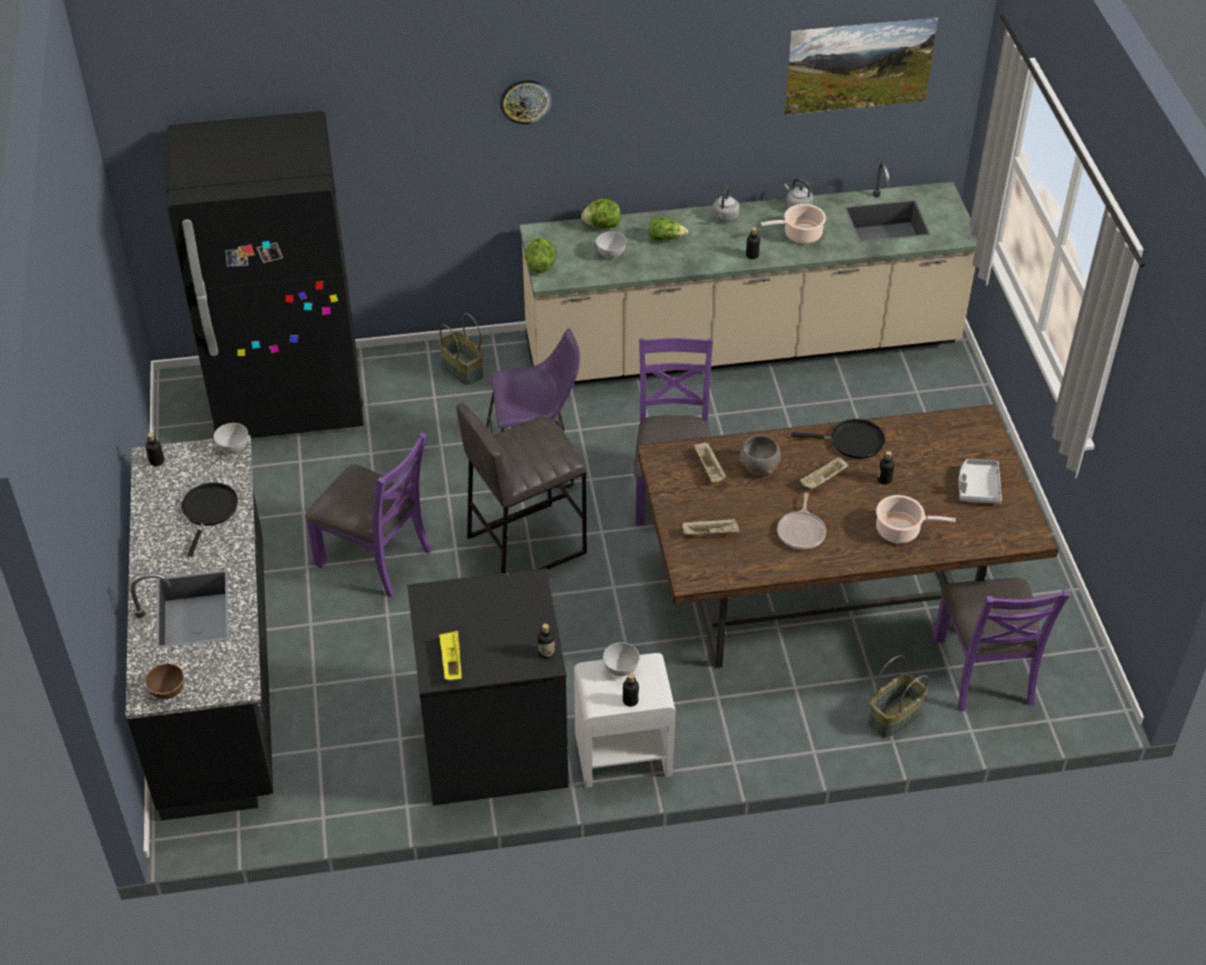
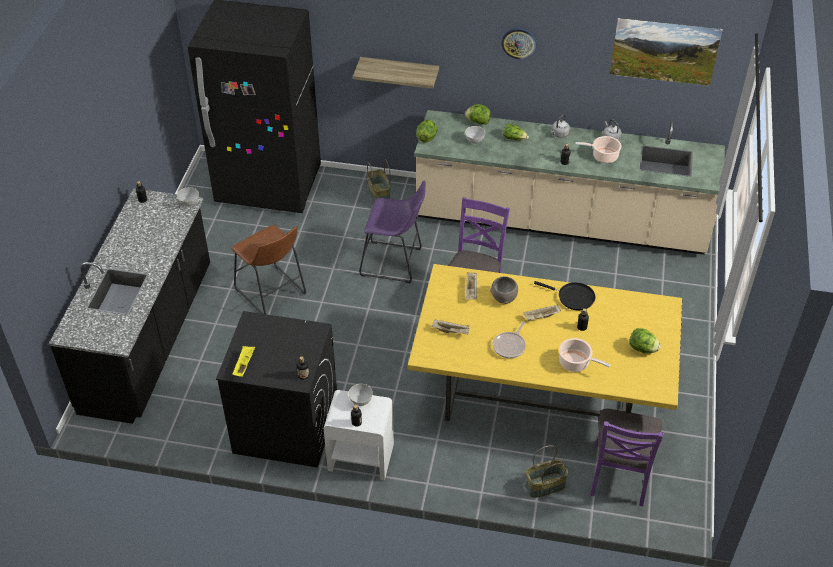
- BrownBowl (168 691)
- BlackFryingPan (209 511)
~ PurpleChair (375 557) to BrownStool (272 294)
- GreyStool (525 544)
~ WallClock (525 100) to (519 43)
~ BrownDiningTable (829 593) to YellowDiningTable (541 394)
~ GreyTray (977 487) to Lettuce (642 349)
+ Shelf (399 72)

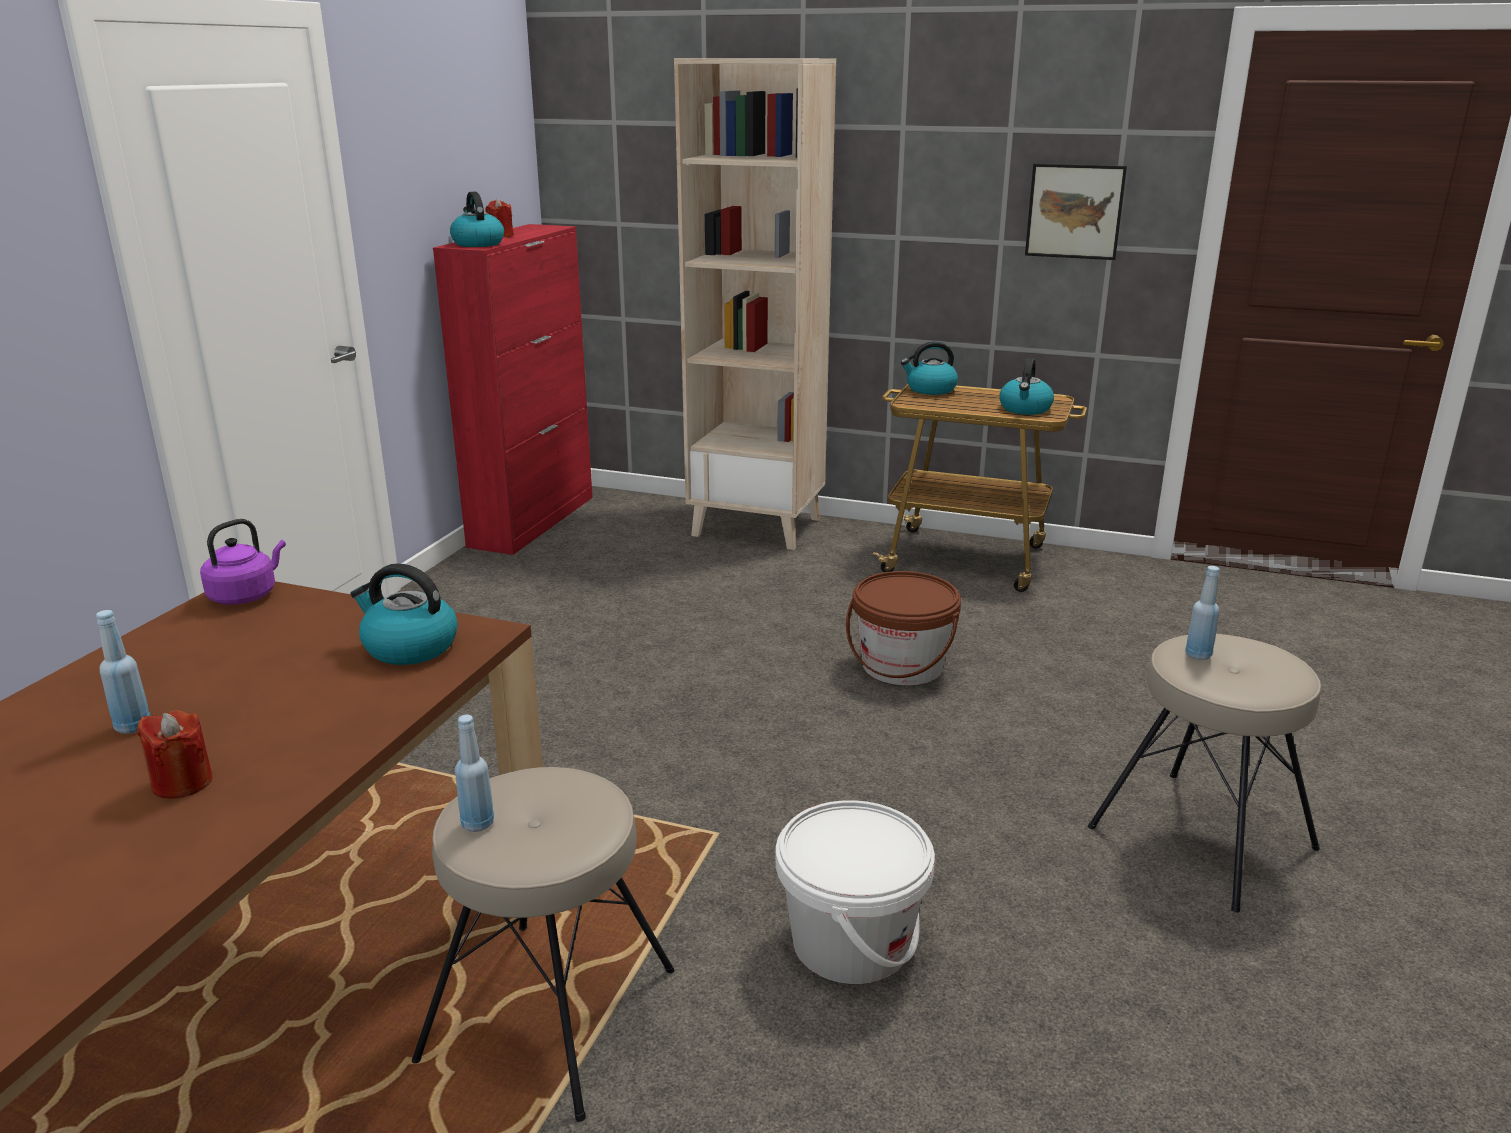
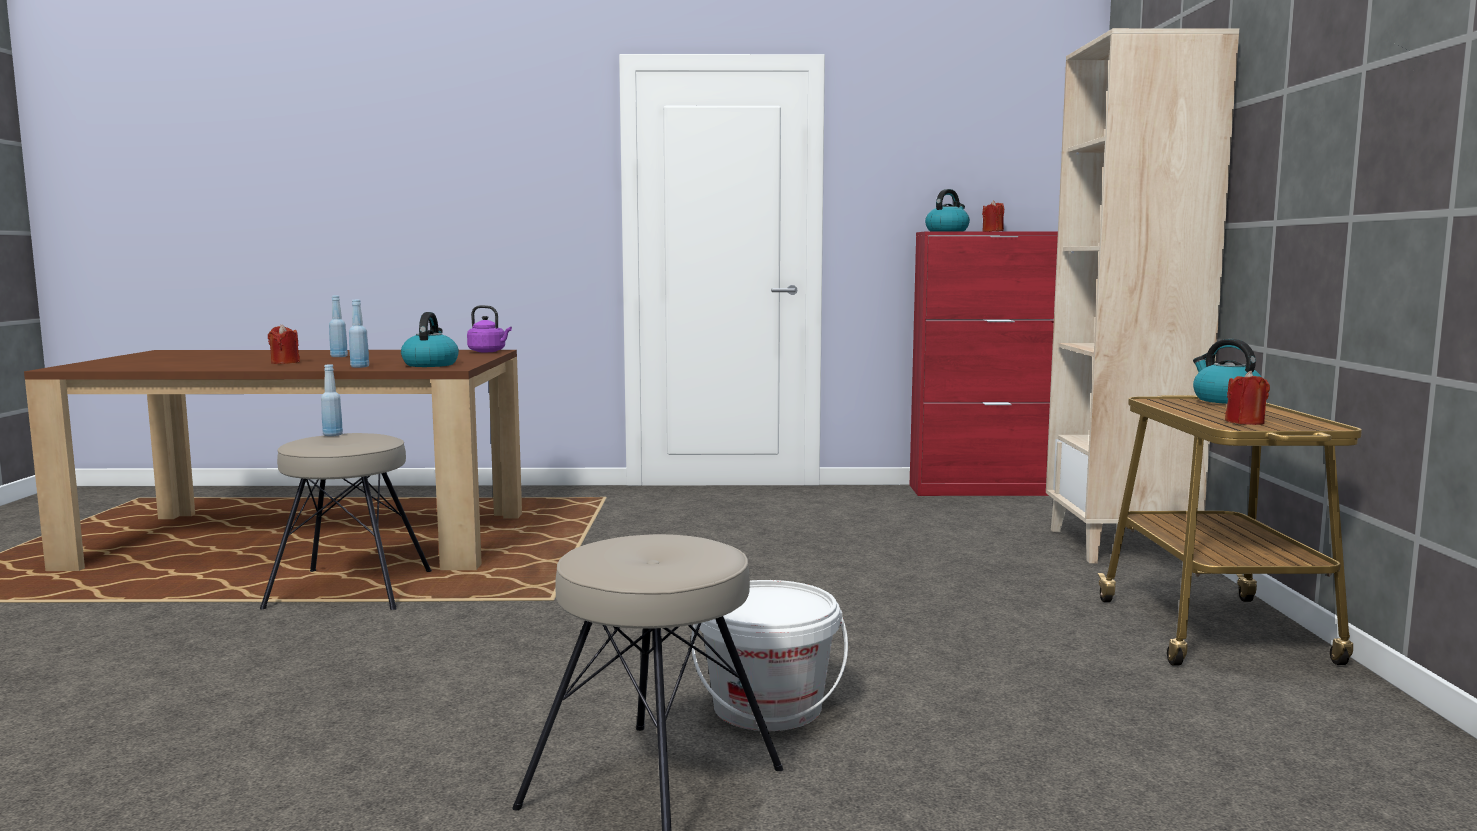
~ WhiteBucket (851 942) to (767 707)
- BrownBucket (902 666)
~ Kettle (1025 409) to RedCandle (1244 422)
- Picture (1074 211)
~ BlueBottle (1197 655) to (359 367)

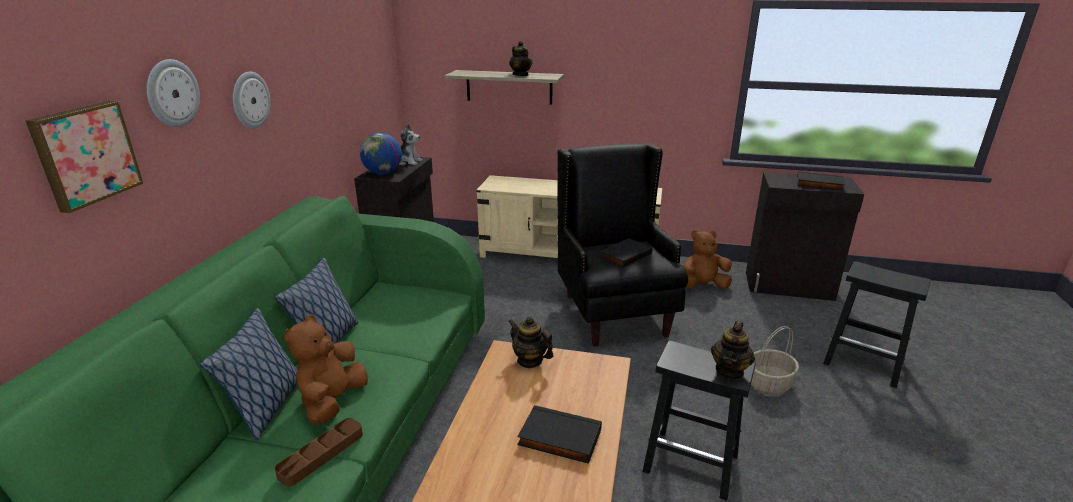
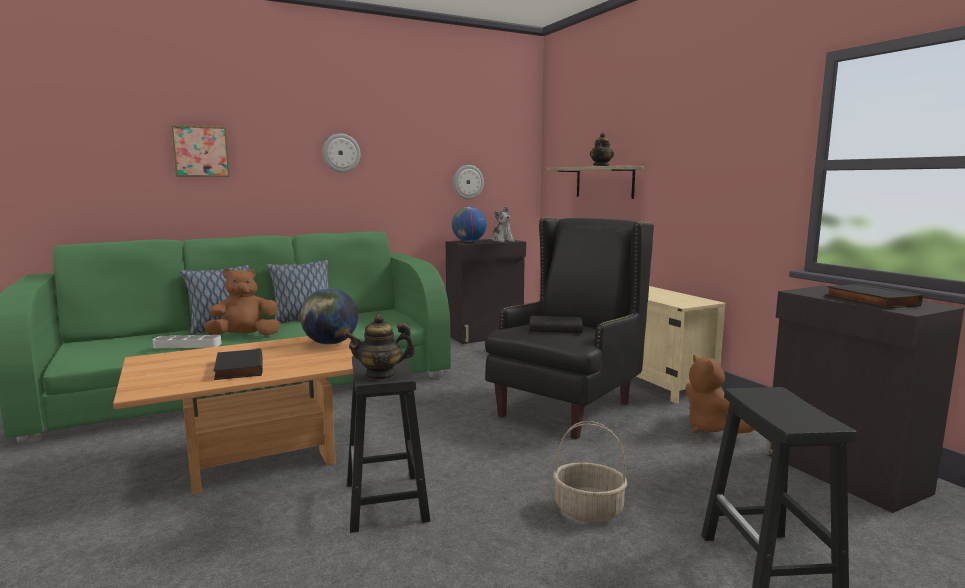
~ WallClock (172 93) to (468 182)
~ BrownTray (321 454) to GreyTray (187 345)
~ Teapot (530 360) to Globe (330 343)
~ BrownPlushToy (702 286) = (712 429) 150 degrees counterclockwise

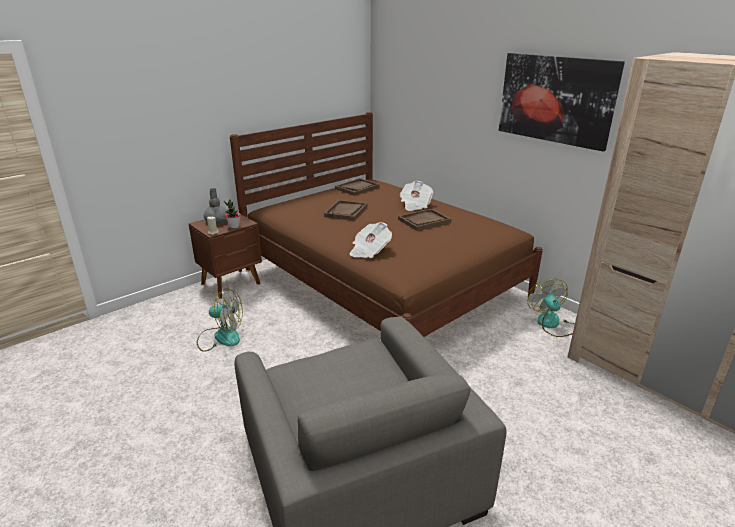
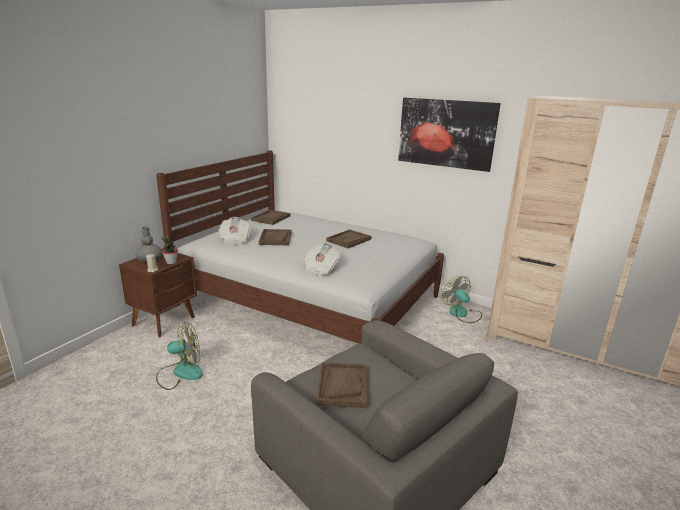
~ BrownBed (382 283) to WhiteBed (310 300)
~ Newspaper (415 205) to (234 240)
+ BrownTray (342 386)

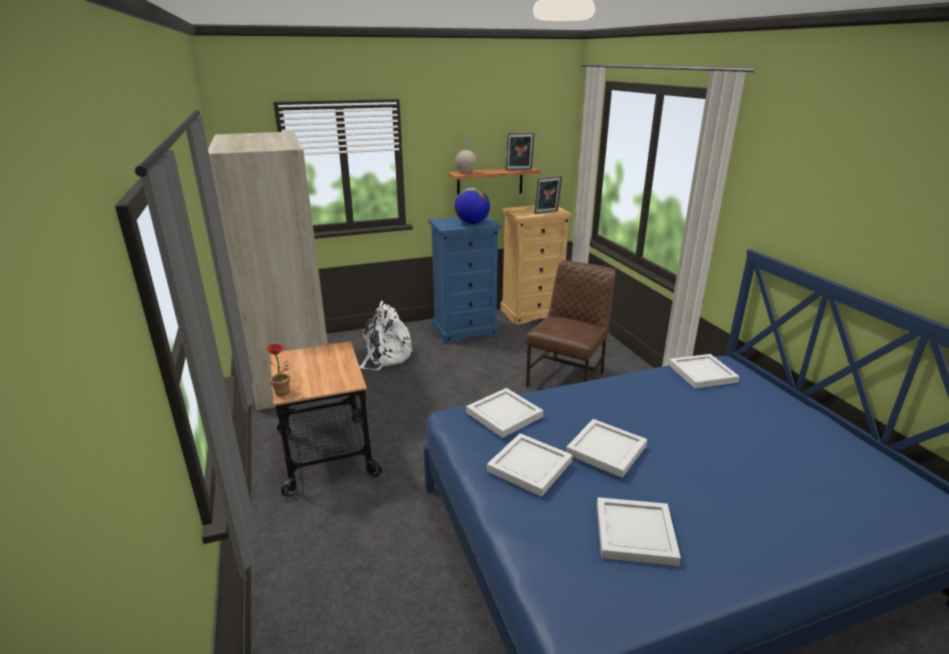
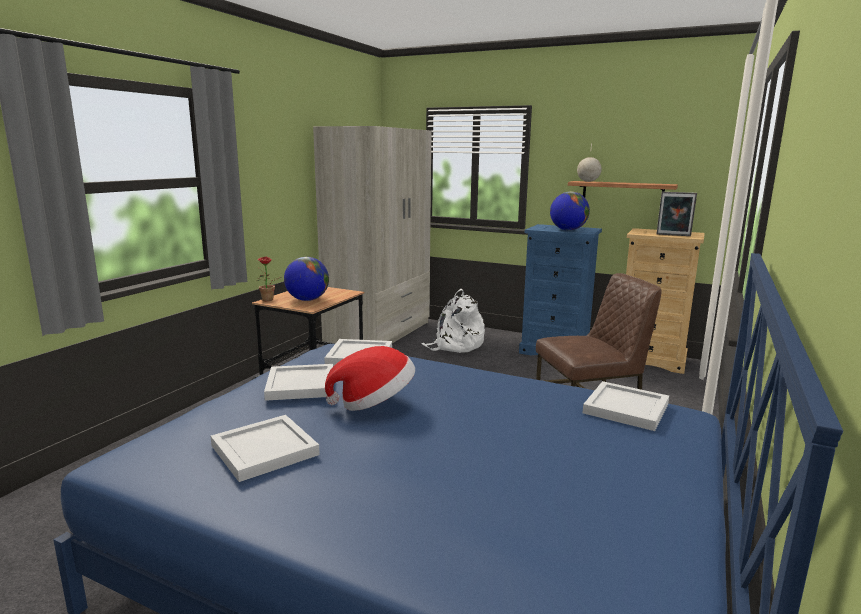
- PictureFrame (519 170)
~ WhiteTray (605 450) to Hat (374 403)
+ Globe (307 300)

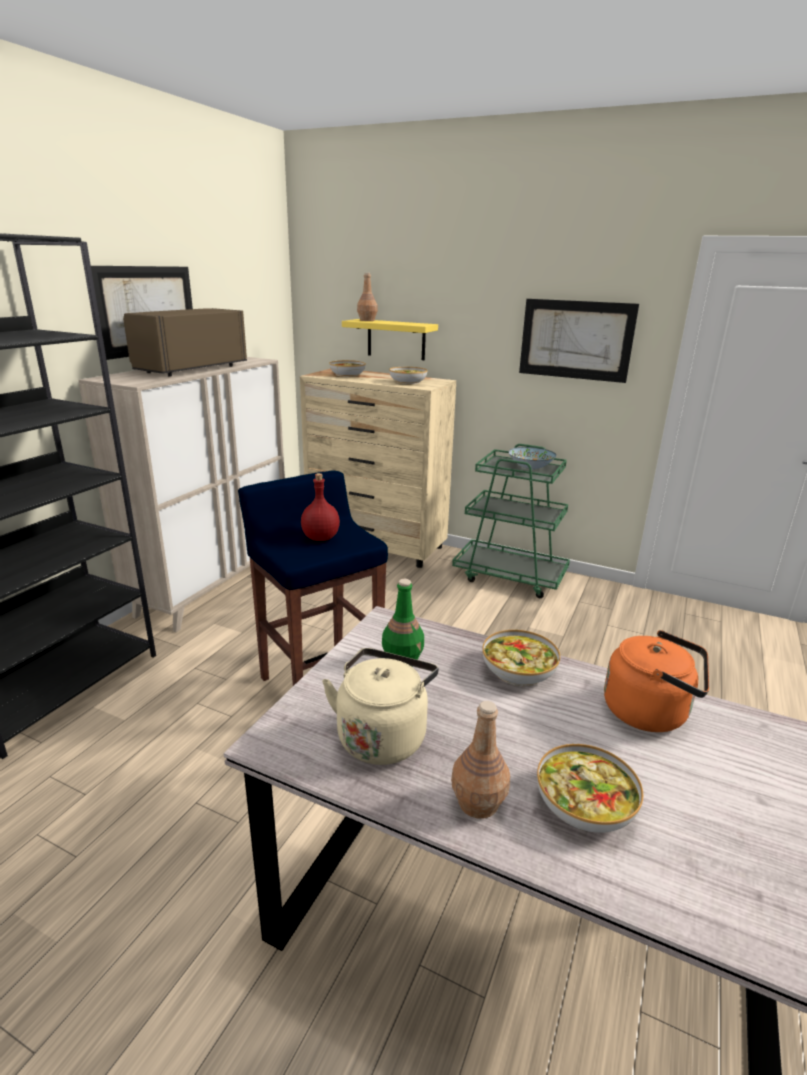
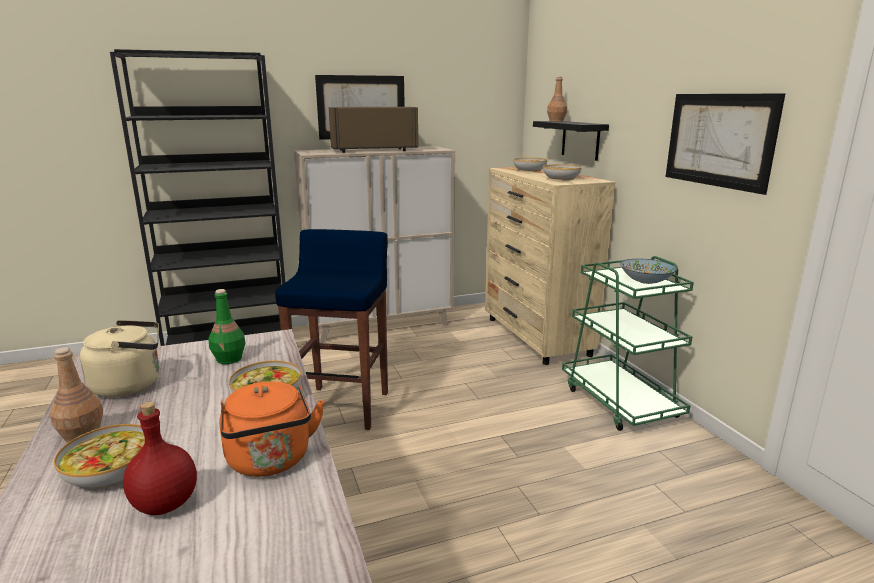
~ RedBottle (321 538) to (166 503)
~ YellowShelf (396 339) to BlackShelf (580 140)

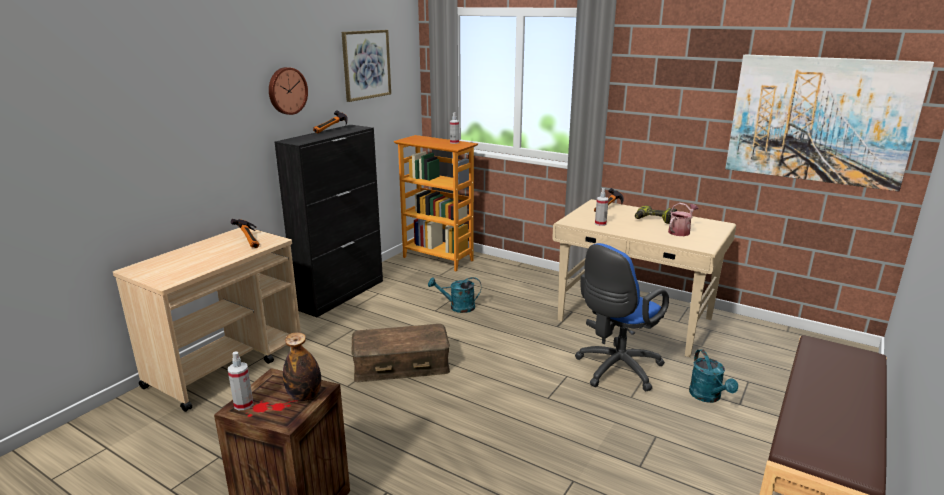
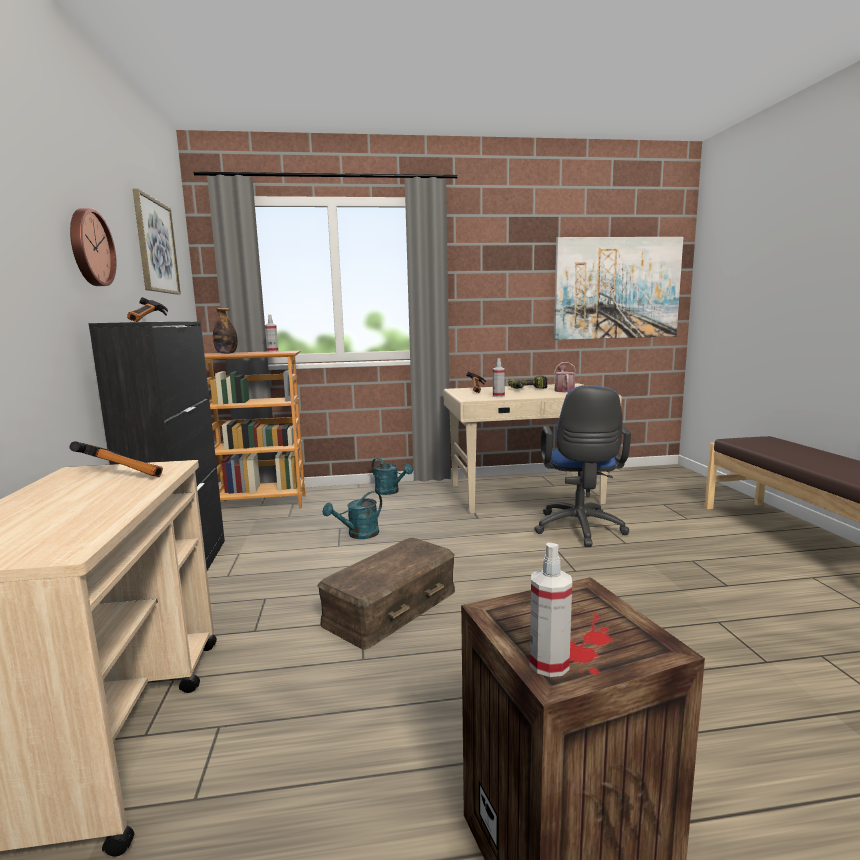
~ Bottle (304 396) to (226 353)
~ TurquoiseWateringCan (708 397) to (390 492)

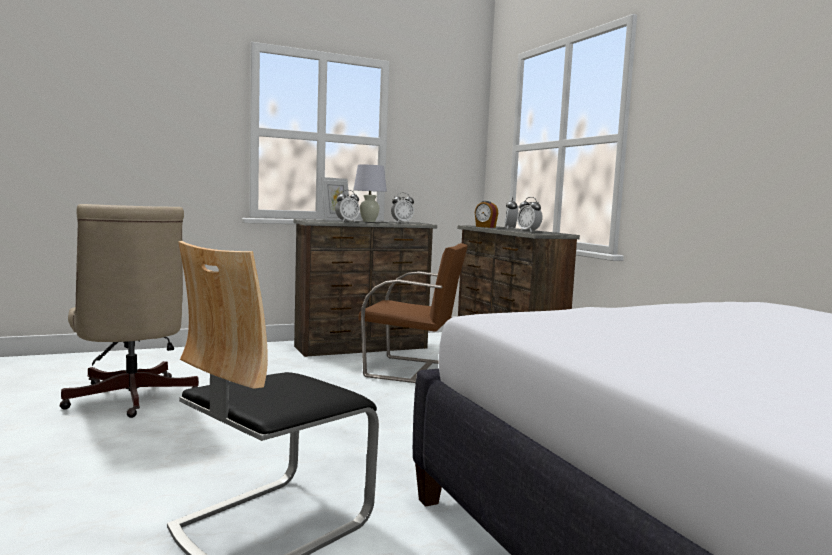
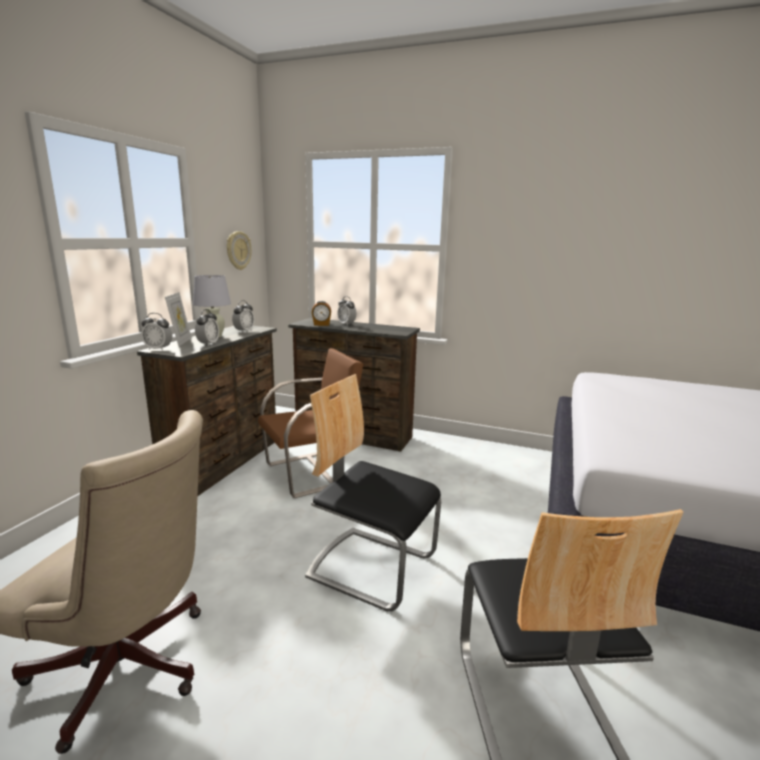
~ AlarmClock (528 231) to (158 349)
+ WallClock (238 250)
+ Chair (372 566)

